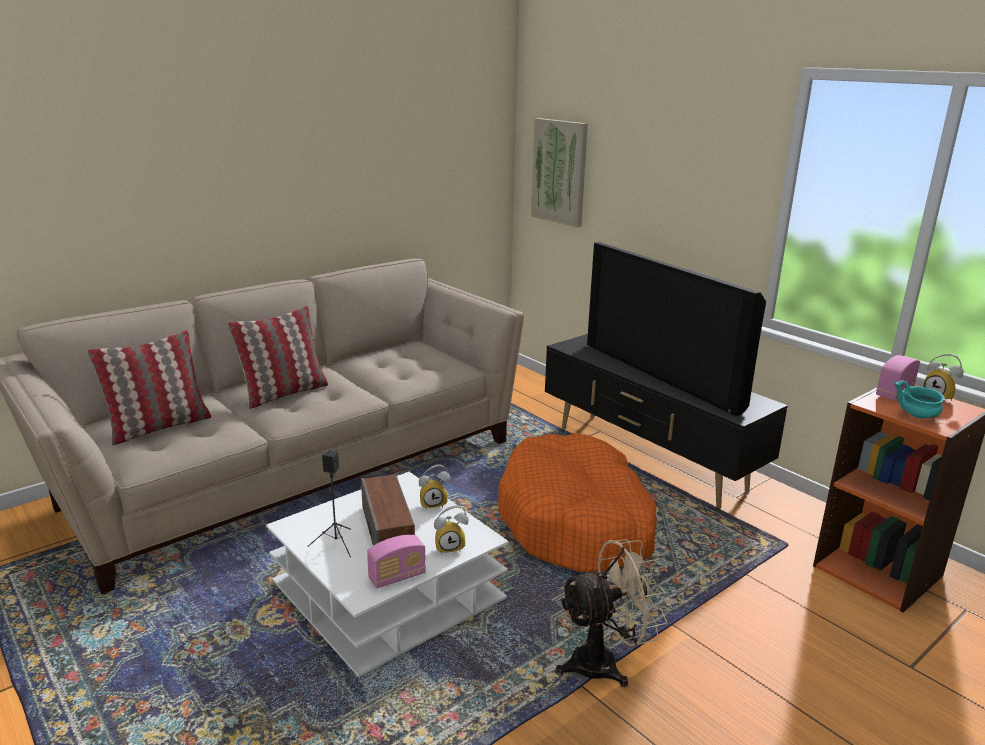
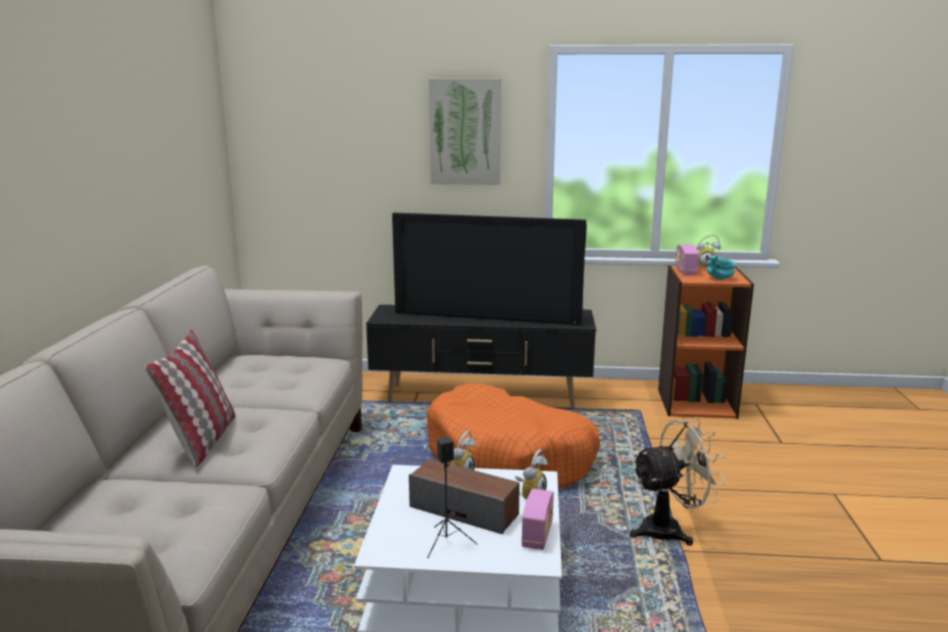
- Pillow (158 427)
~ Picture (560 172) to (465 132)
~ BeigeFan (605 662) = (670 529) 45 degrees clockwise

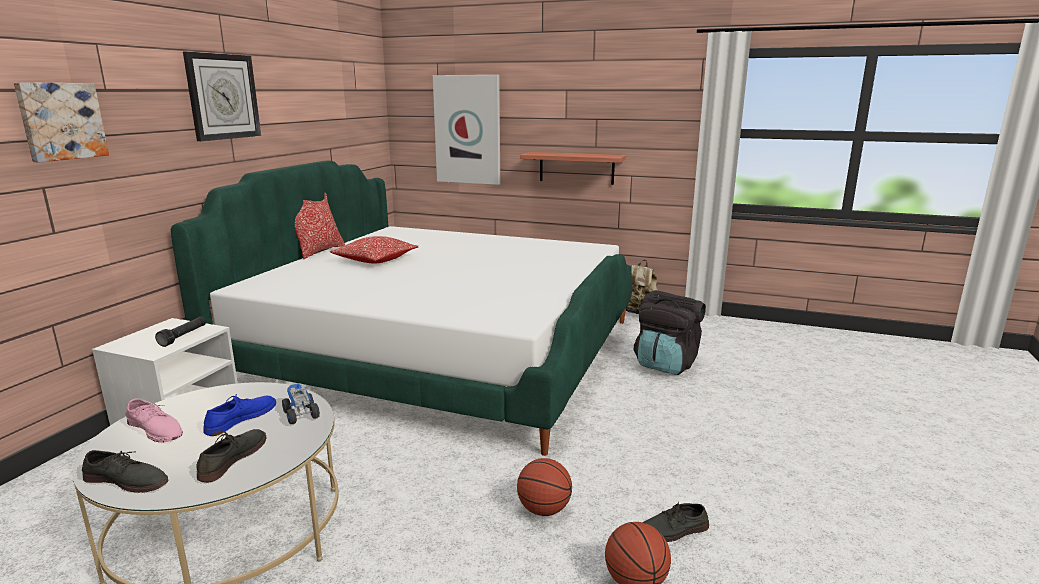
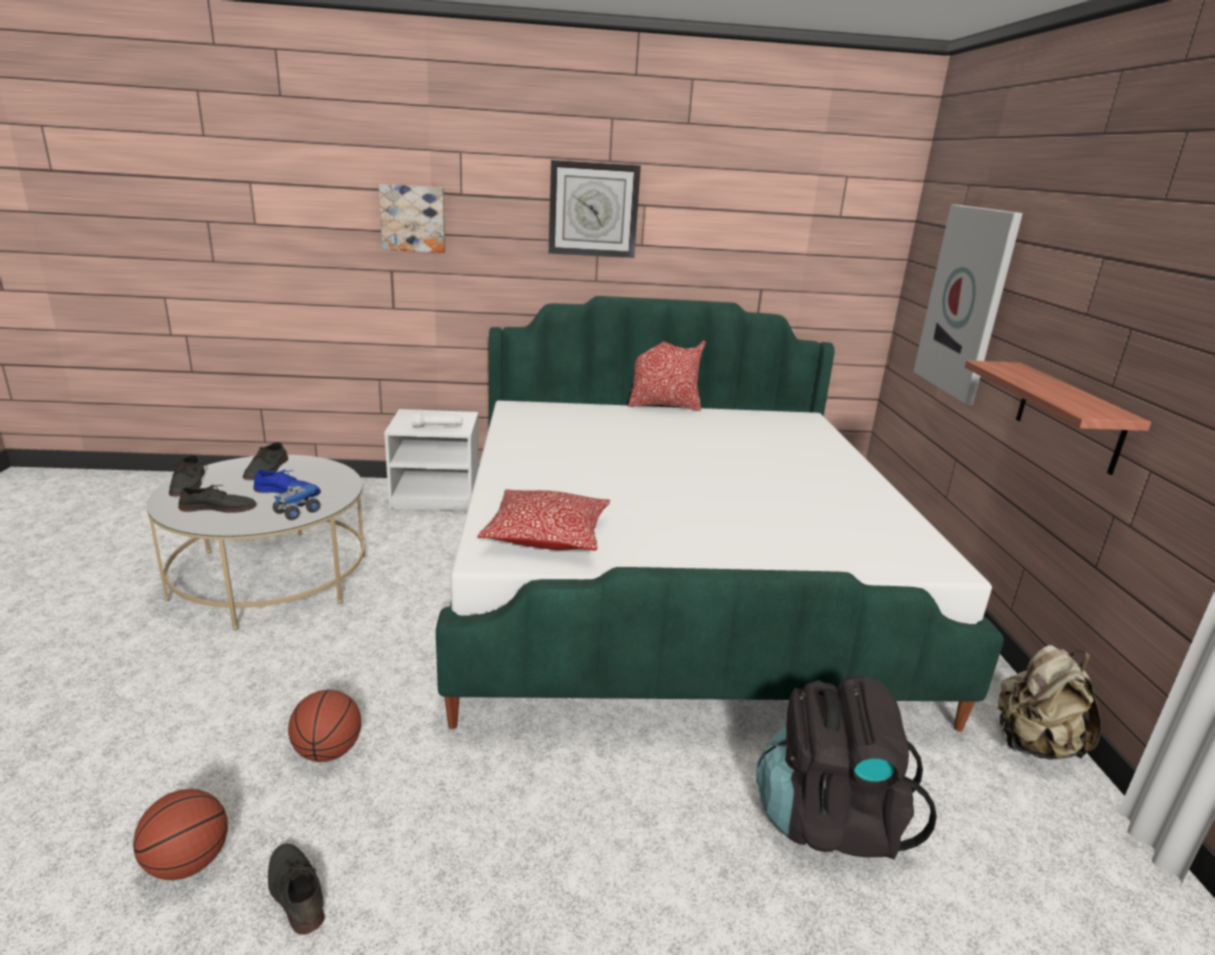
~ PinkShoe (156 429) to GreyShoe (267 469)
~ BlackFlashlight (184 337) to WhiteFlashlight (437 427)
~ Pillow (375 260) to (547 536)

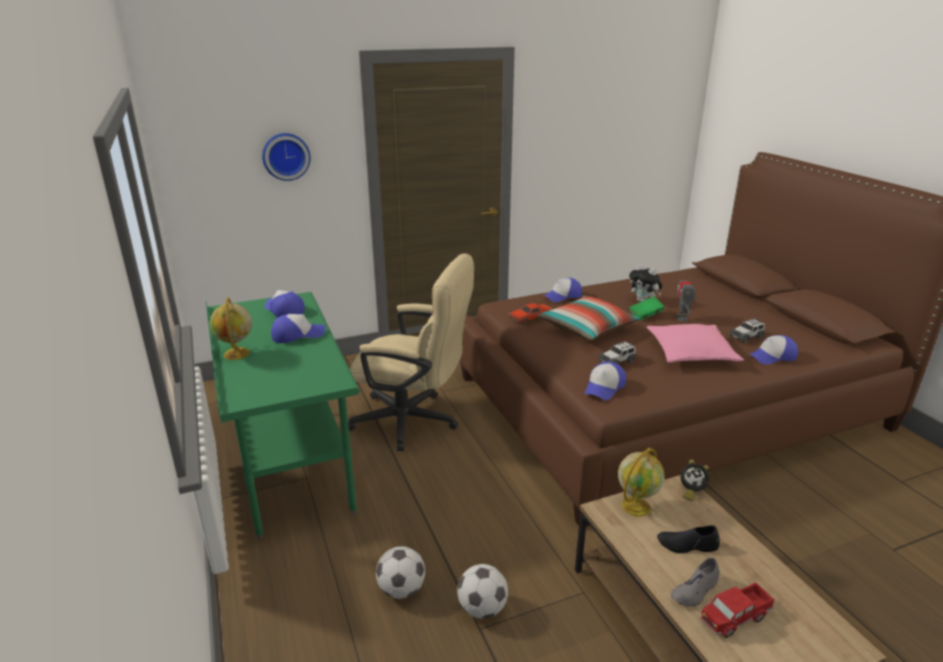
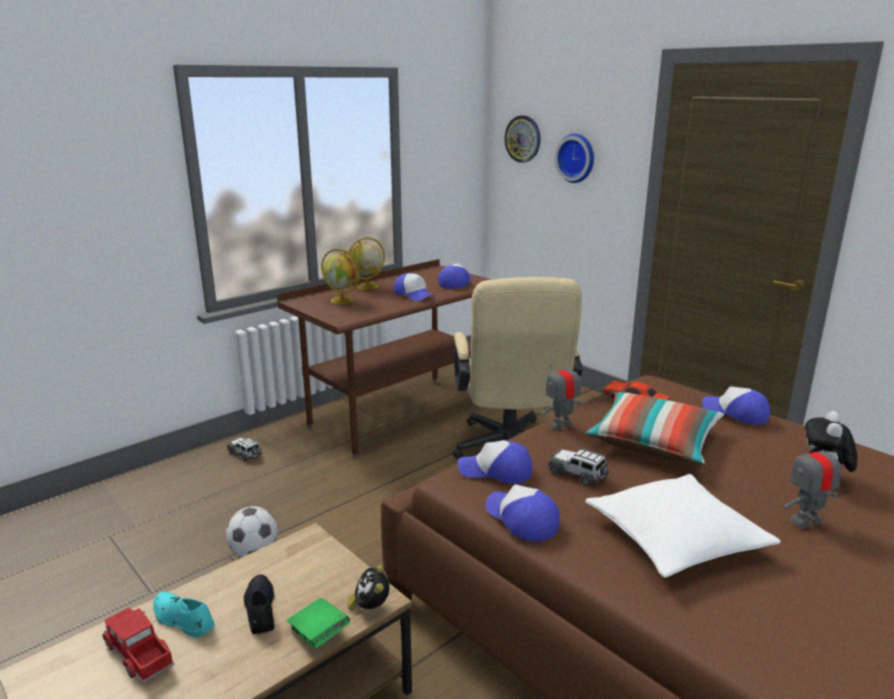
~ GreenDesk (291 467) to BrownDesk (399 415)
- Football (401 589)
~ Globe (636 506) to (342 301)
~ GreenBook (645 315) to (319 634)
~ PinkPillow (691 353) to WhitePillow (675 538)
~ GreyShoe (695 590) to TurquoiseShoe (183 619)
~ ToyCar (746 337) to (245 454)
~ Cap (772 357) to (521 519)
+ WallClock (523 139)
+ ToyRobot (561 425)

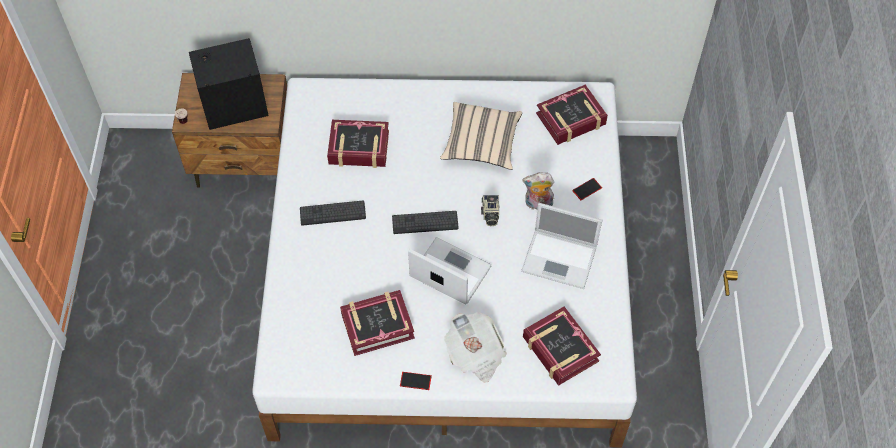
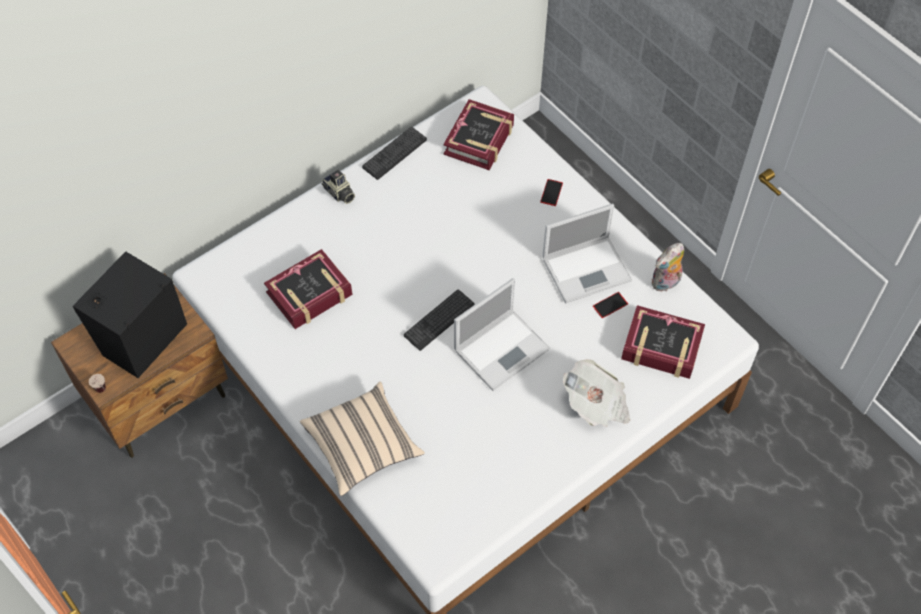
~ Keyboard (332 213) to (394 153)
- Book (377 325)
~ Phone (415 381) to (610 305)
~ Laptop (449 271) = (503 348) 150 degrees clockwise
~ BeigePillow (481 144) to (362 446)
~ PhotoCamera (490 214) to (339 194)
~ PlushToy (537 205) to (666 283)

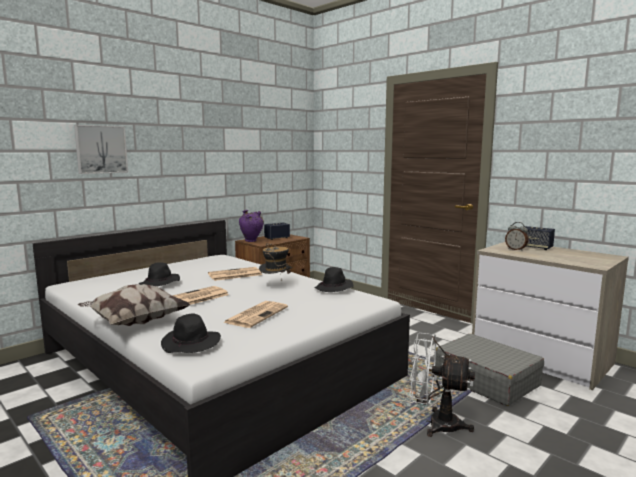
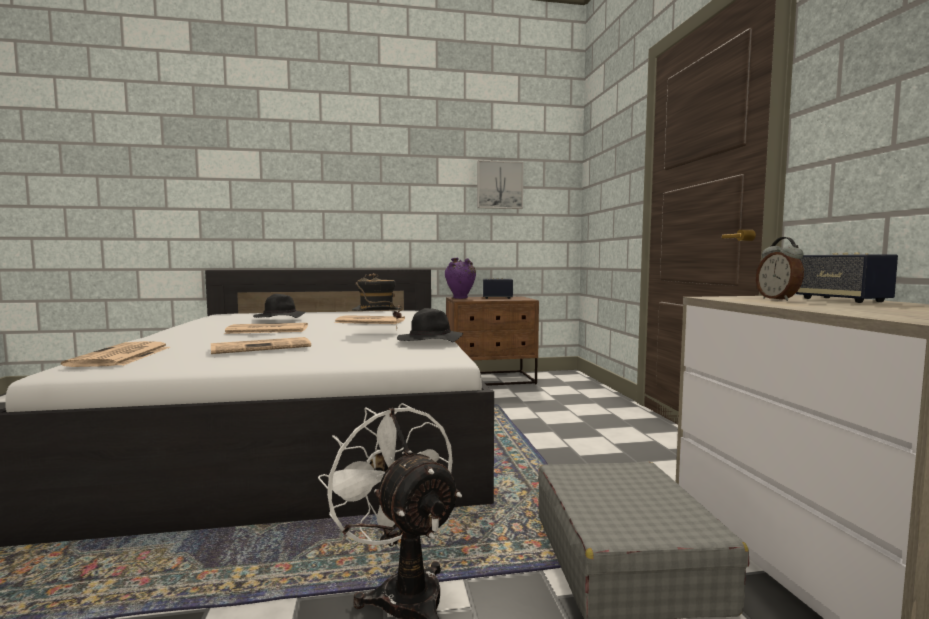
~ Picture (101 149) to (499 185)
- Pillow (135 322)
~ BlackHat (191 344) to Newspaper (121 356)

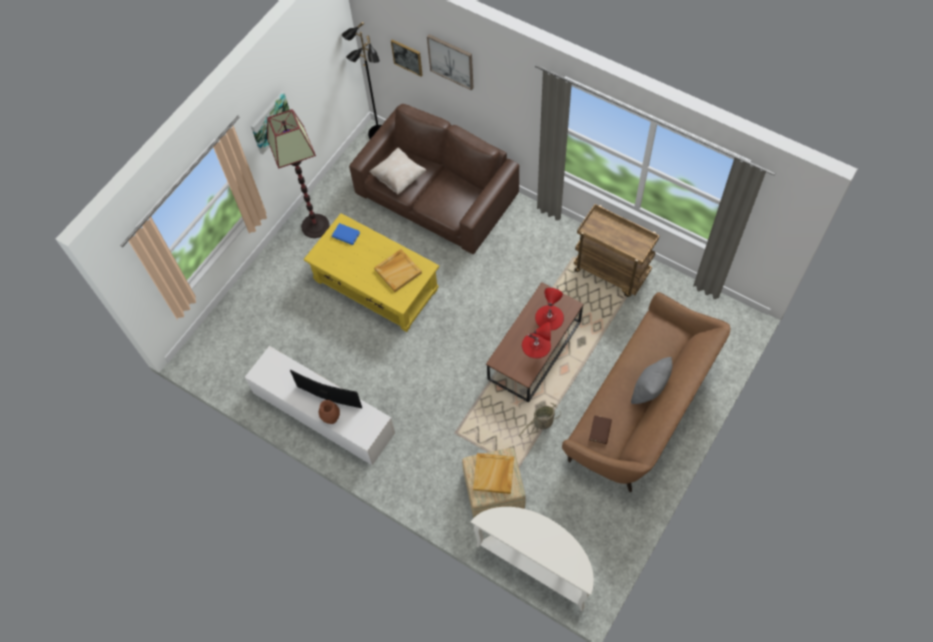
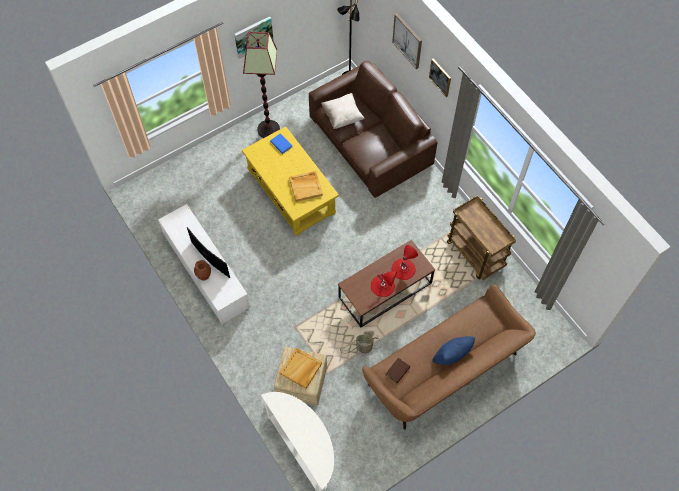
~ Picture (407 57) to (440 77)
~ GreyPillow (649 390) to BluePillow (452 356)

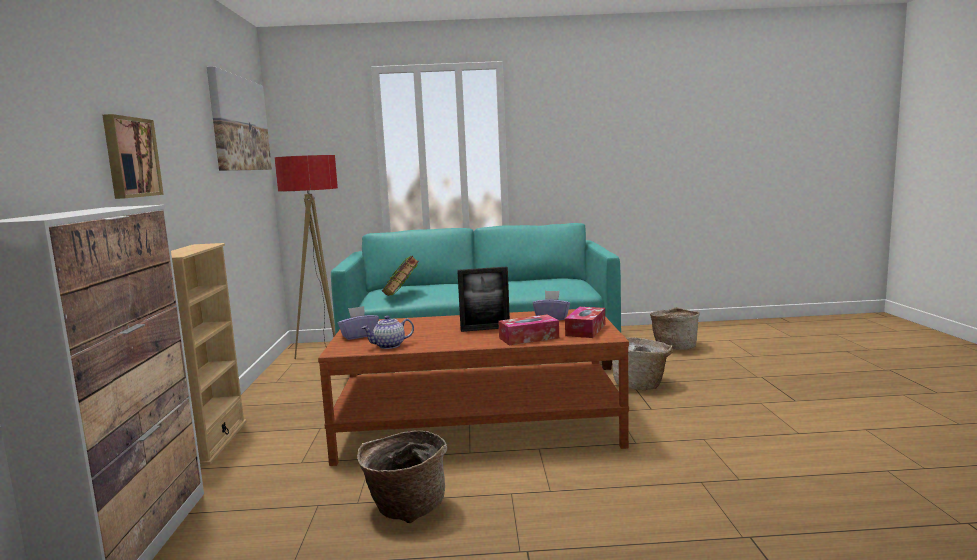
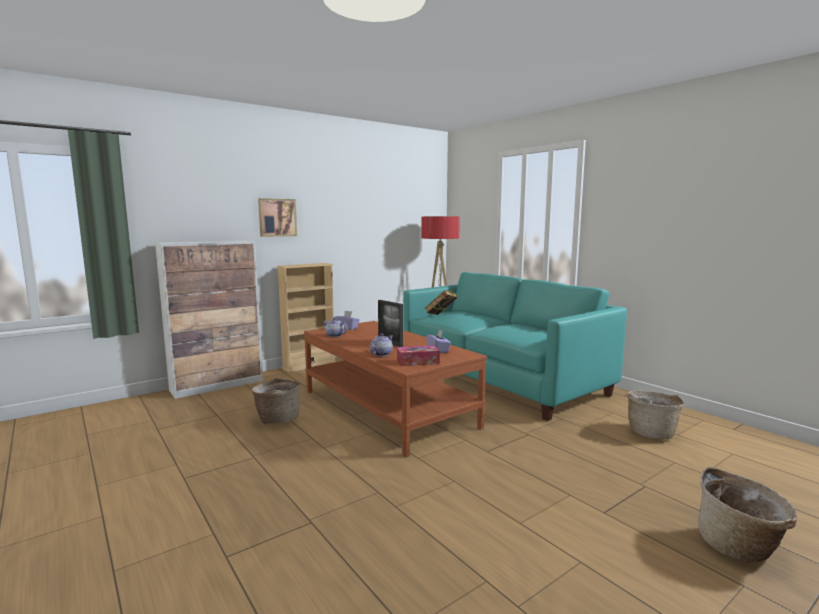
- Picture (239 124)
~ TissueBox (529 338) to Teapot (381 354)
~ Basket (640 385) to (739 547)

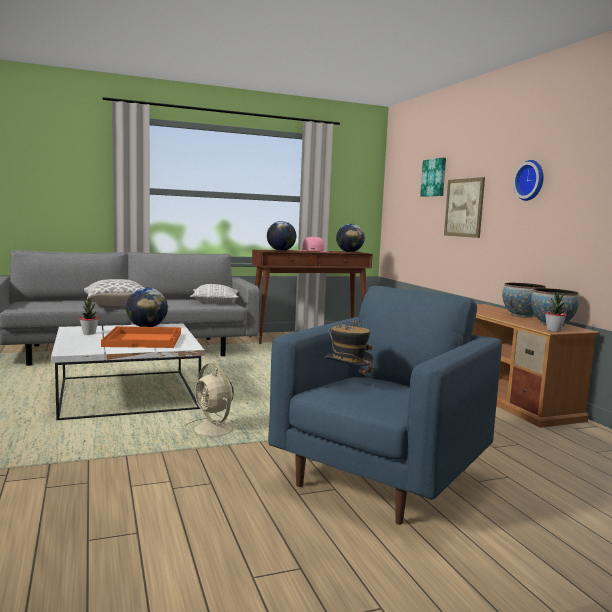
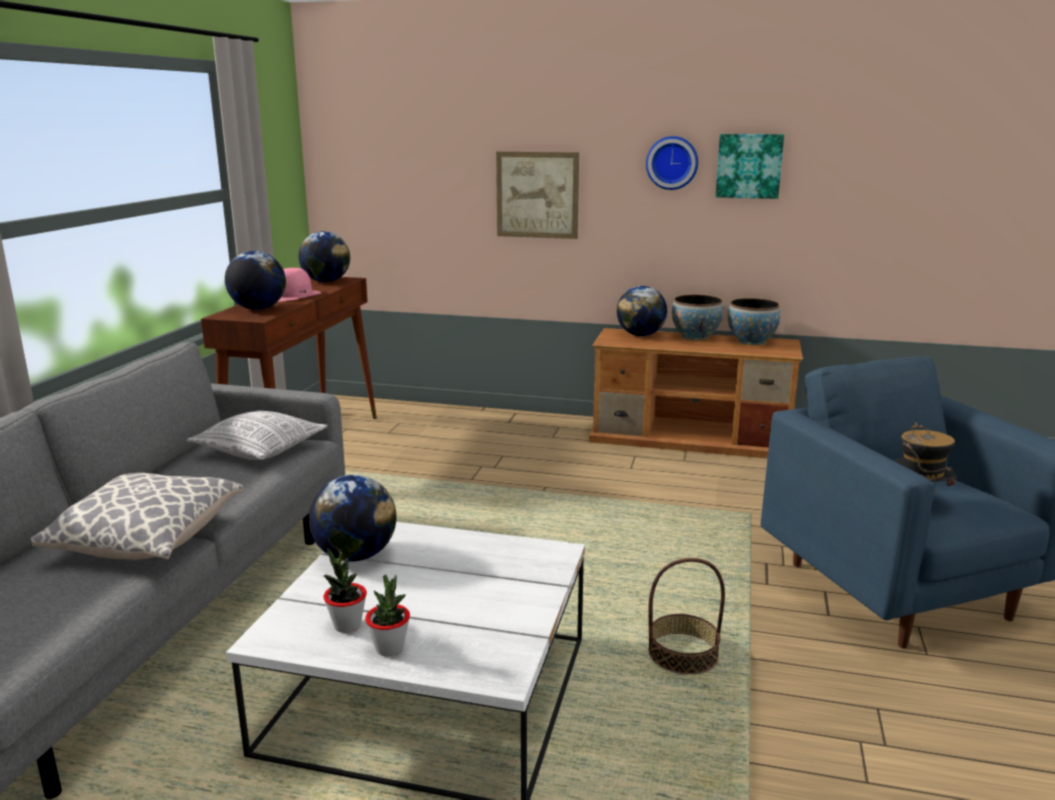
- OrangeTray (144 339)
~ BeigeFan (214 430) to Basket (683 654)
~ Picture (434 177) to (749 166)
~ PottedPlant (553 330) to (389 648)
+ Globe (640 335)

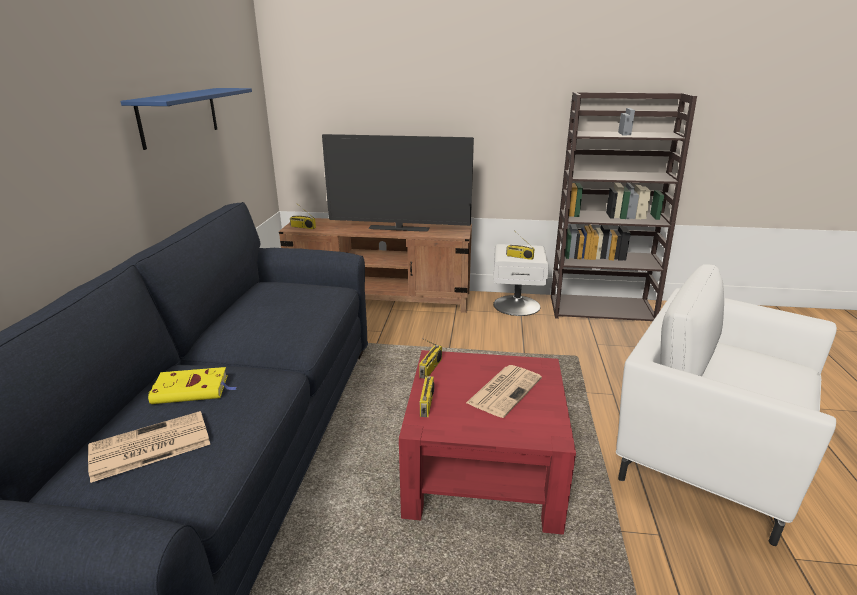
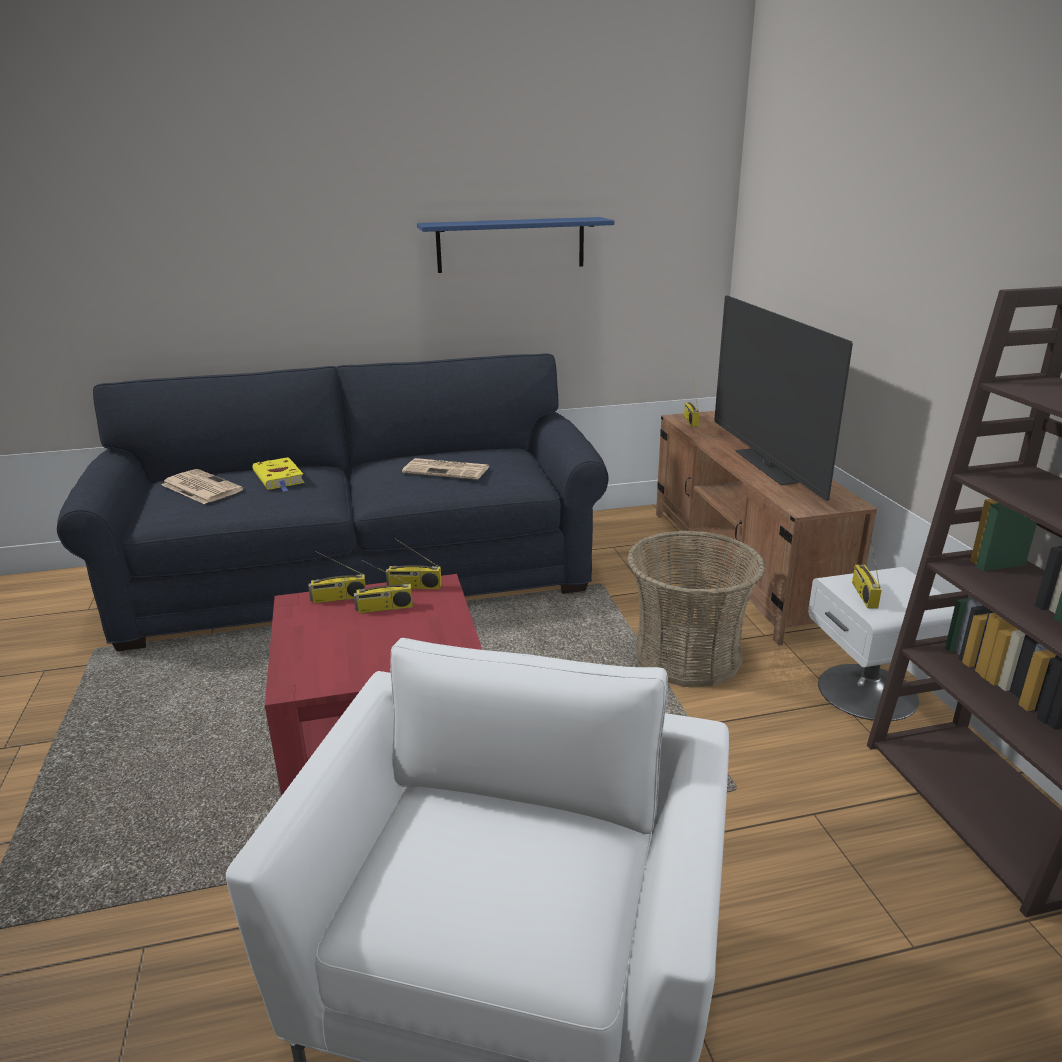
~ Newspaper (504 390) to (447 470)
+ Radio (384 608)
+ Basket (687 656)

